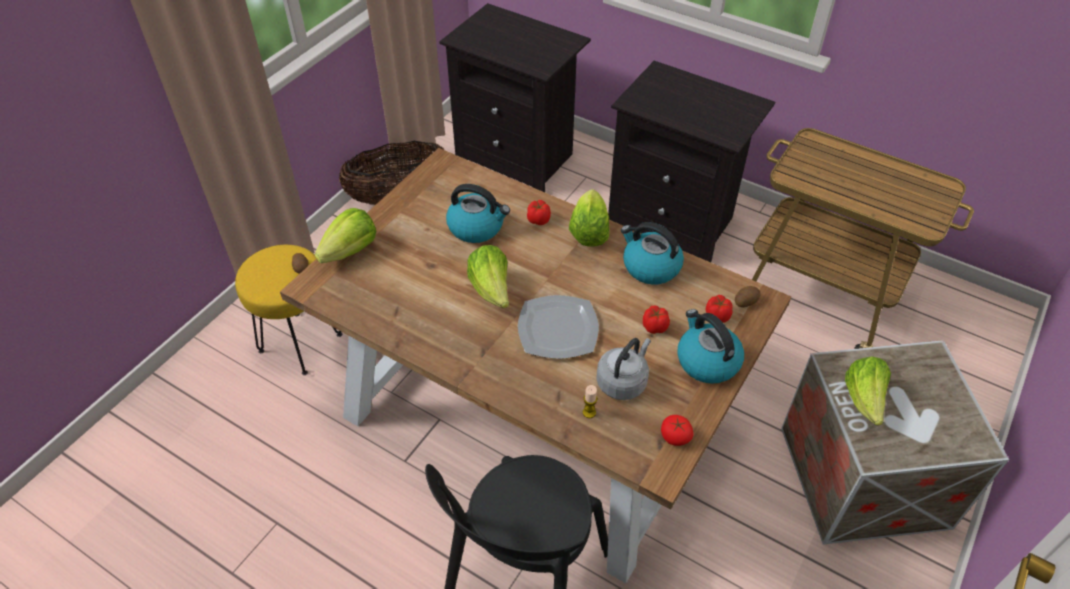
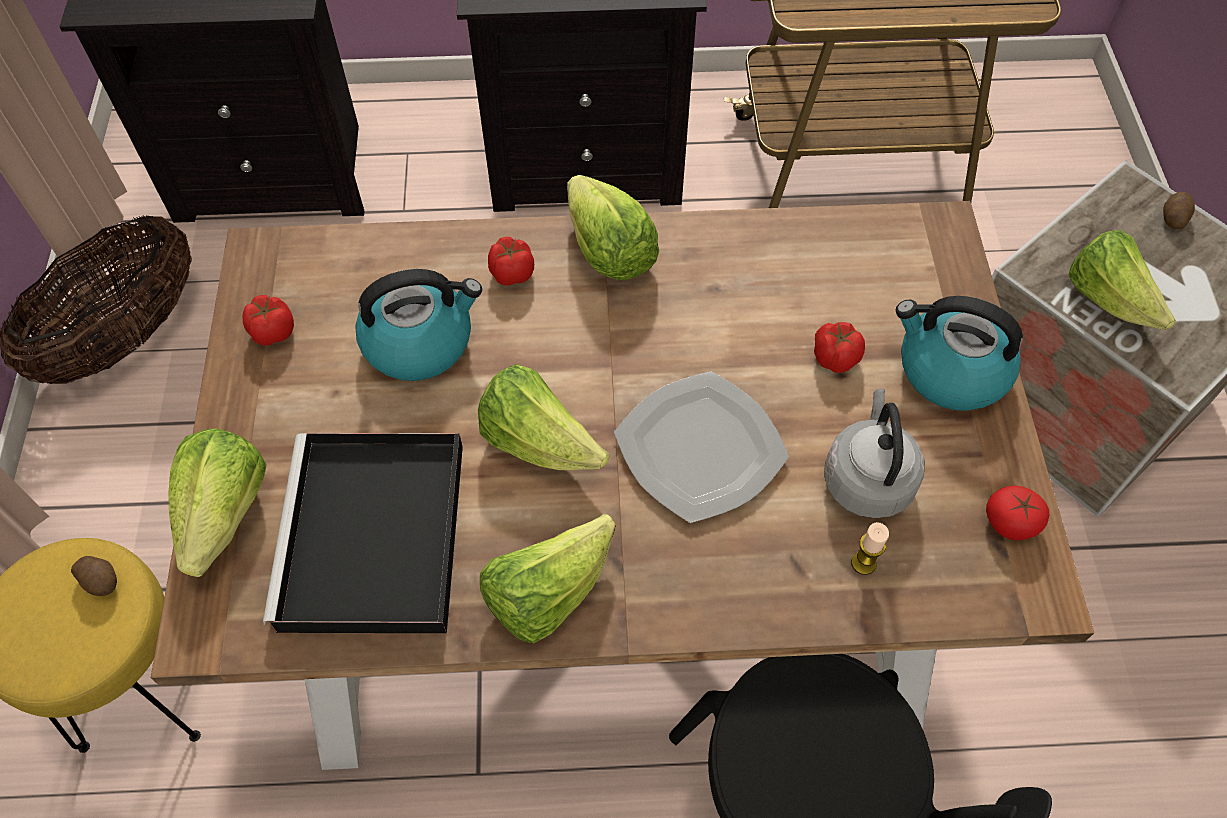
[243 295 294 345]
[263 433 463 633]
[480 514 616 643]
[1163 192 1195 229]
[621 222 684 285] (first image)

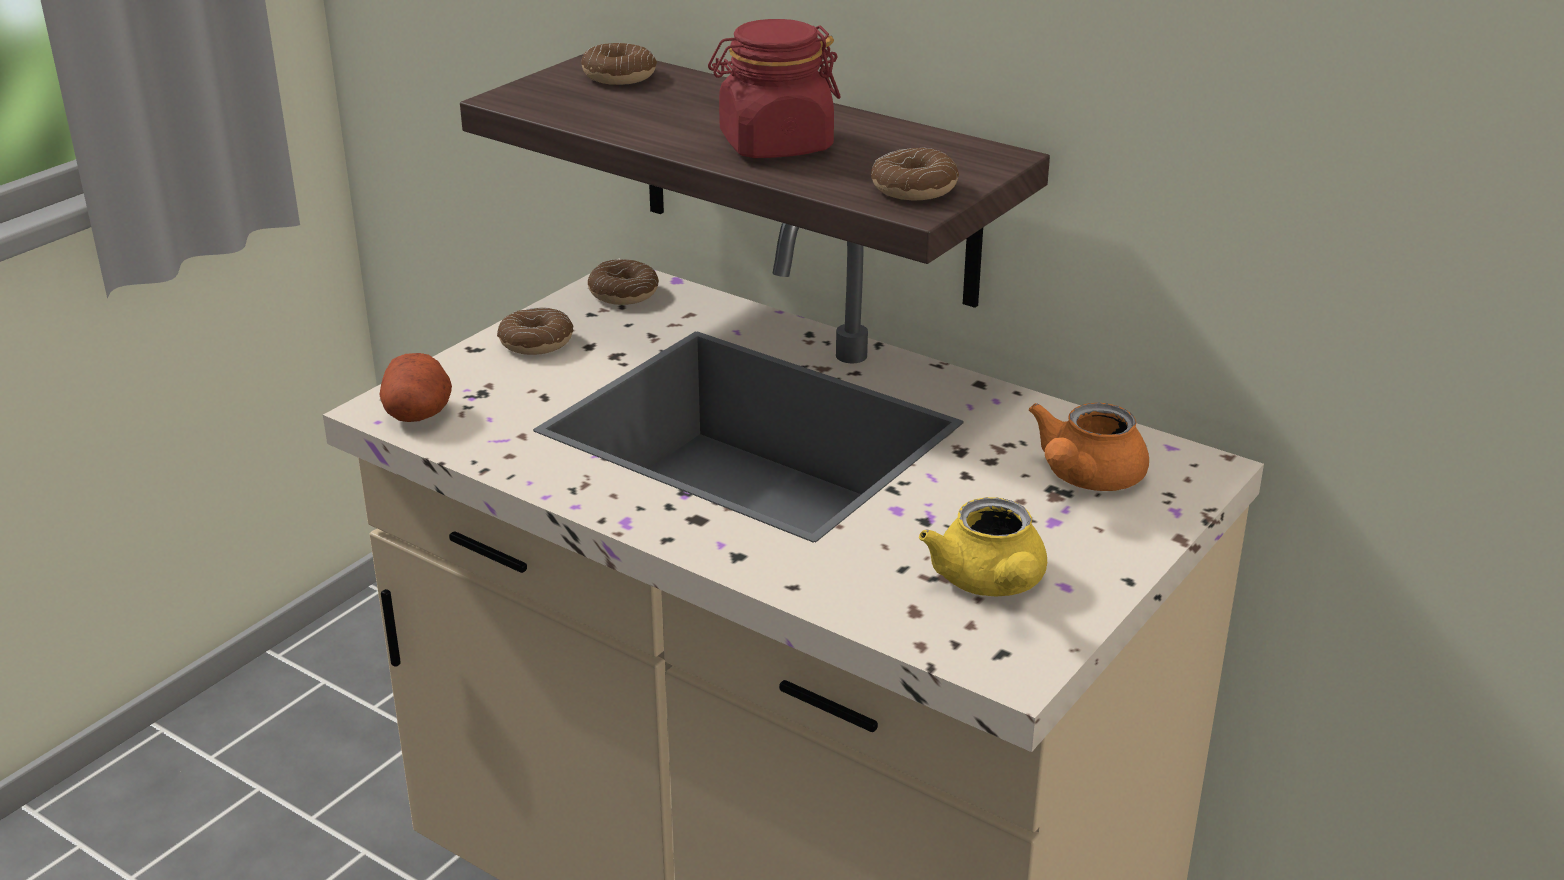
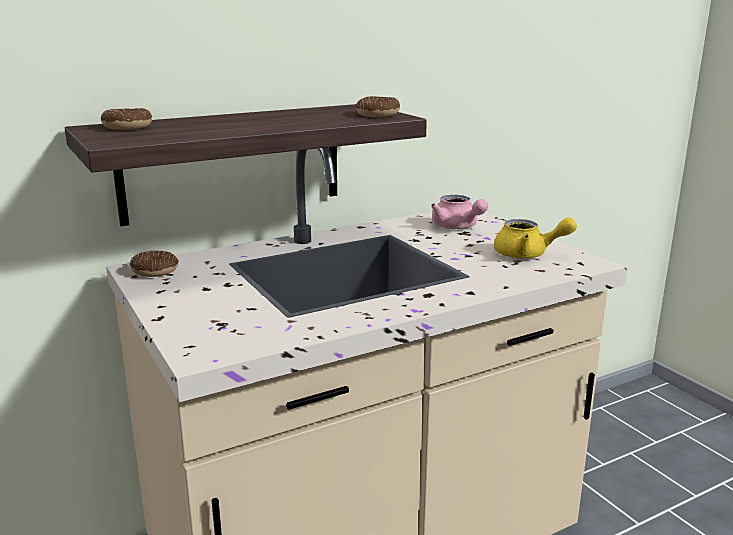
[431 195 488 229]
[379 353 452 422] (first image)
[497 307 574 355] (first image)
[708 19 841 158] (first image)

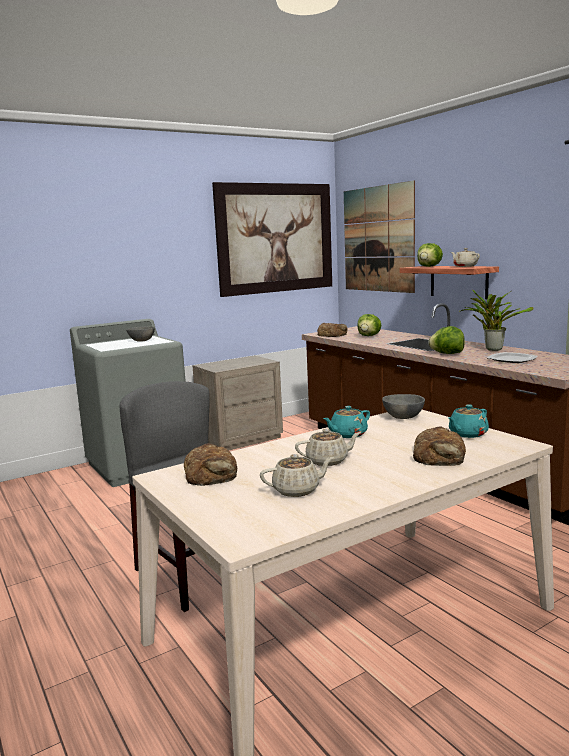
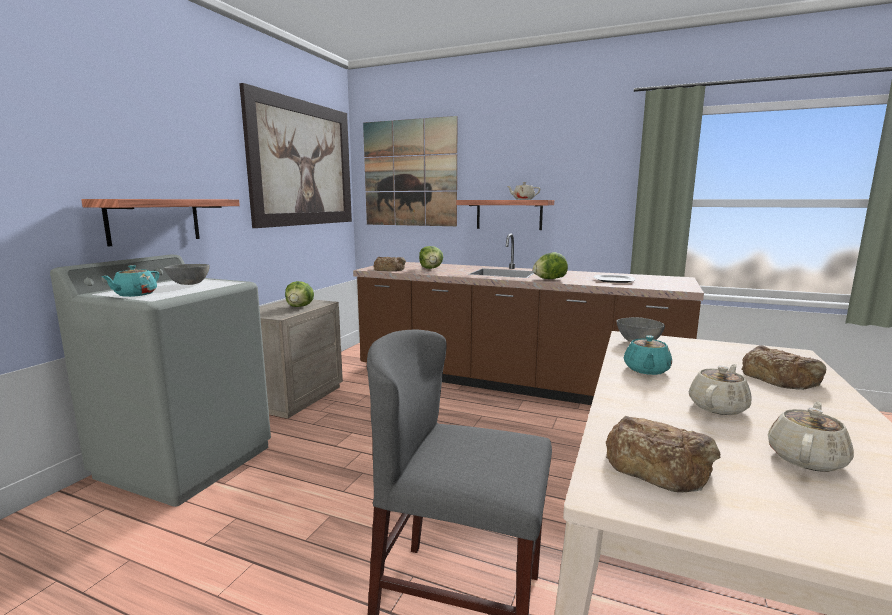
[81 199 240 247]
[101 265 159 297]
[285 281 314 307]
[459 290 533 351] (first image)

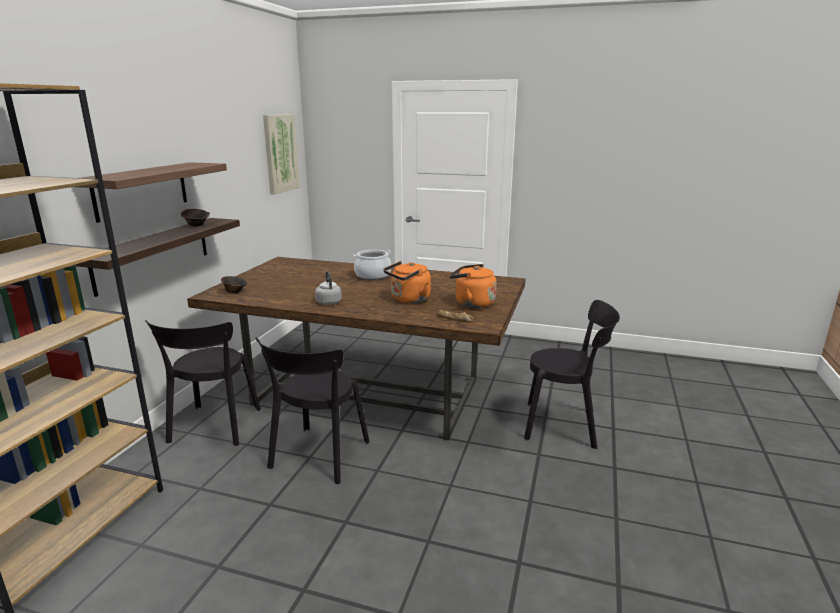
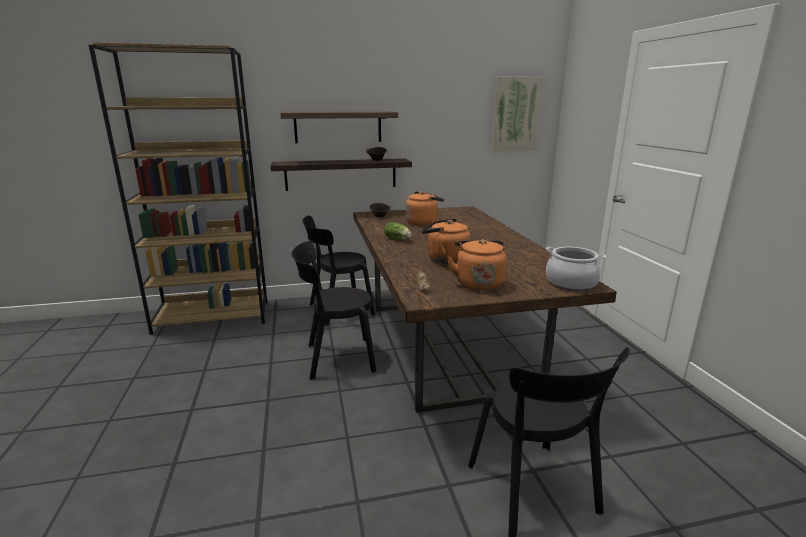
[384 222 412 240]
[405 191 444 226]
[546 247 606 291]

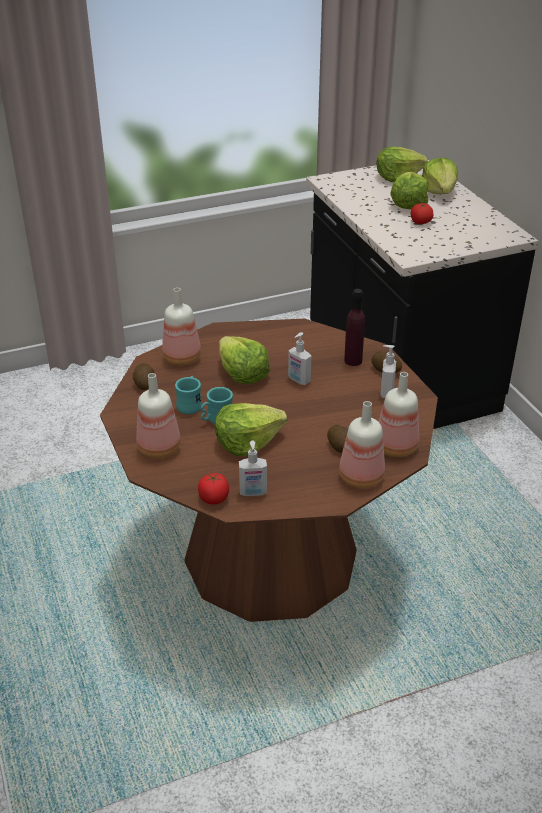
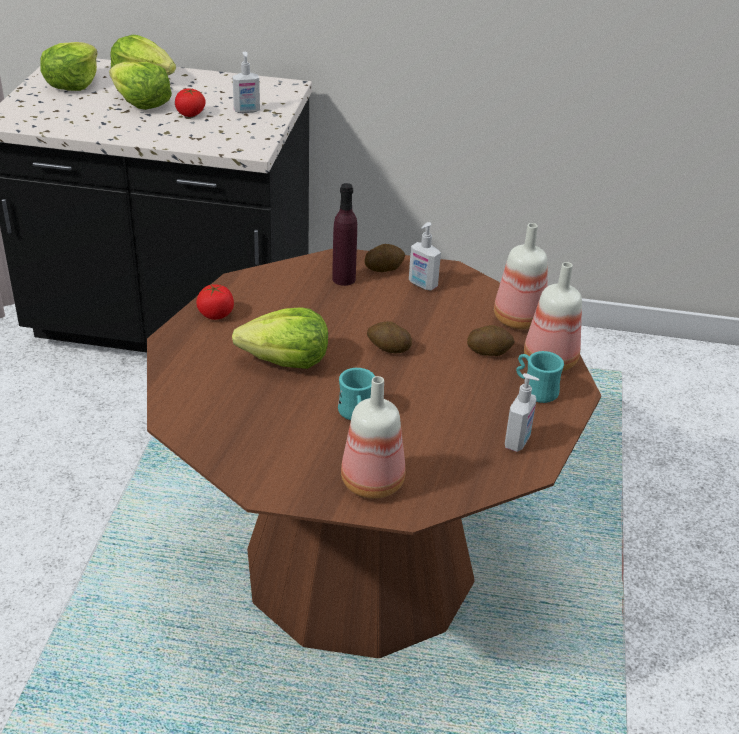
[196 284 234 320]
[233 52 260 113]
[367 321 412 353]
[516 351 564 403]
[162 288 201 366] (first image)
[215 403 287 456] (first image)

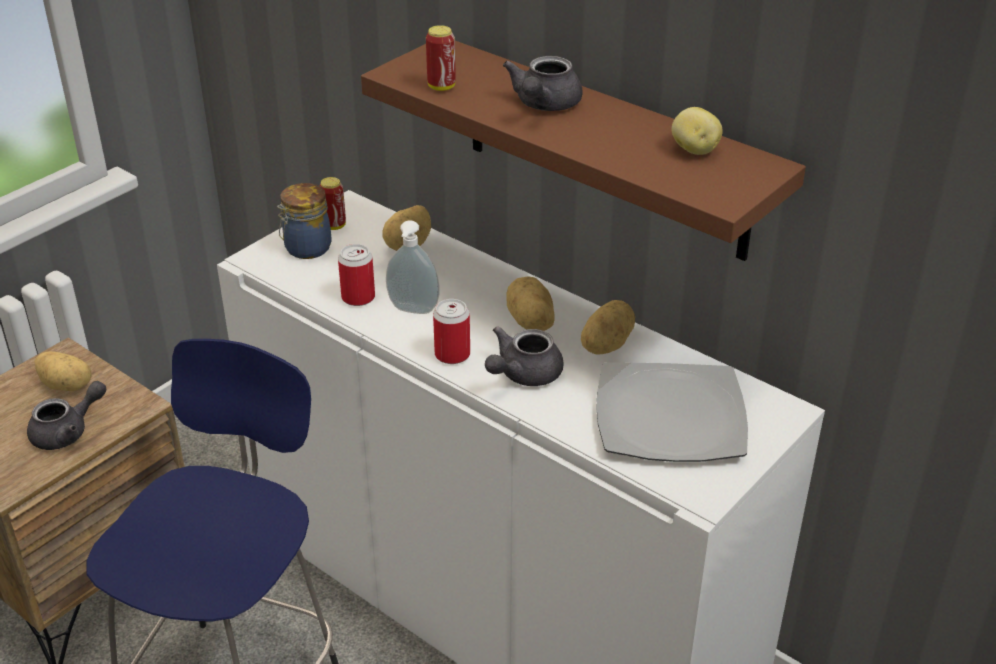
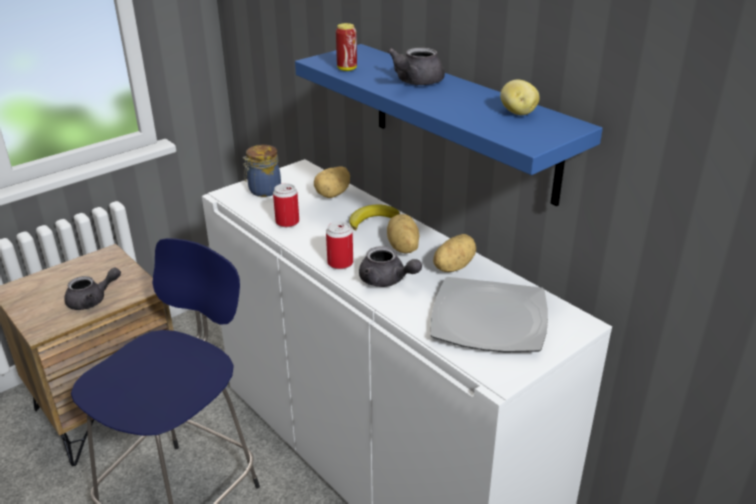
[295 44 603 206]
[349 204 400 230]
[359 246 422 287]
[34 351 92 391] (first image)
[320 177 346 230] (first image)
[386 220 440 314] (first image)

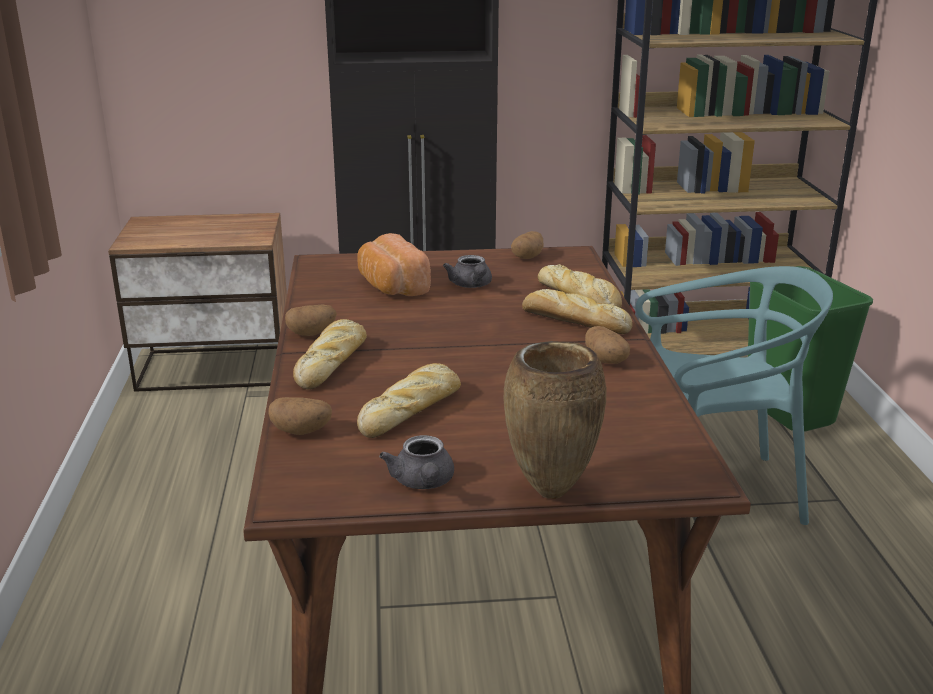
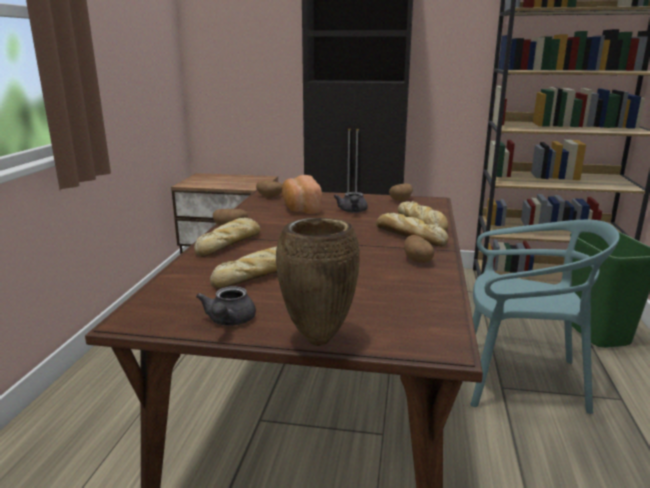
[256 180 283 197]

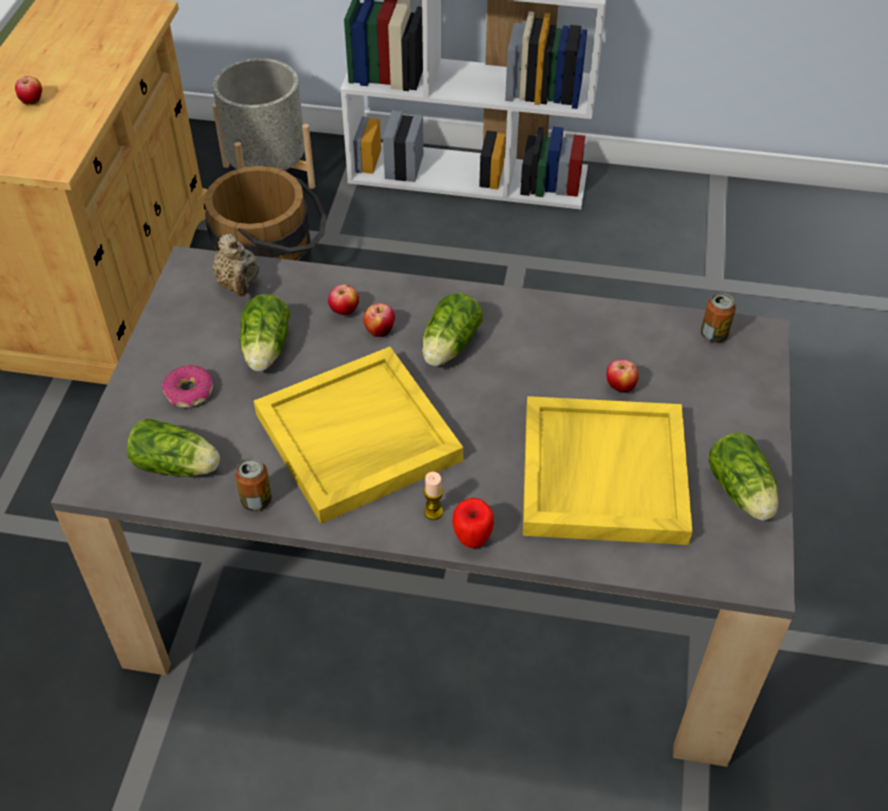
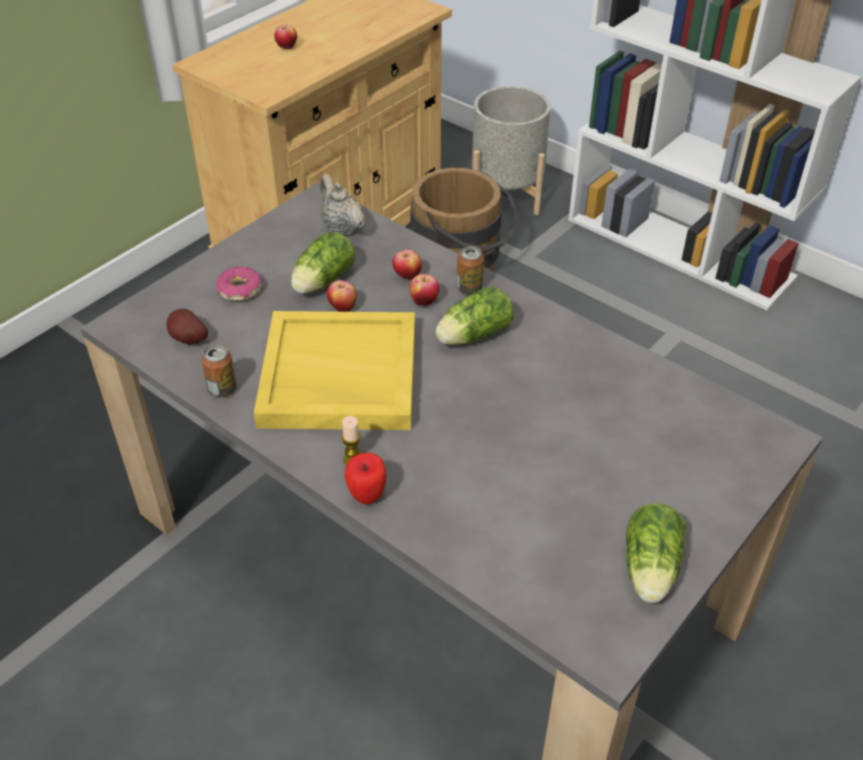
[166 309 208 344]
[320 174 365 235]
[327 280 356 312]
[457 246 484 295]
[523 396 692 545] (first image)

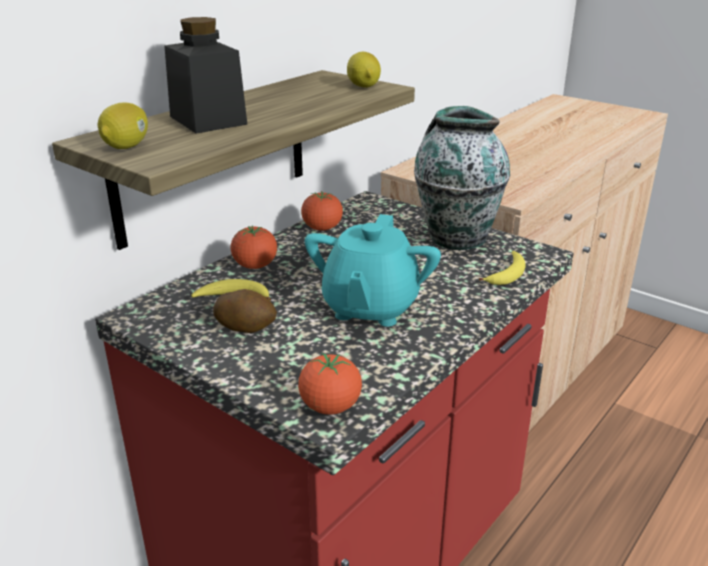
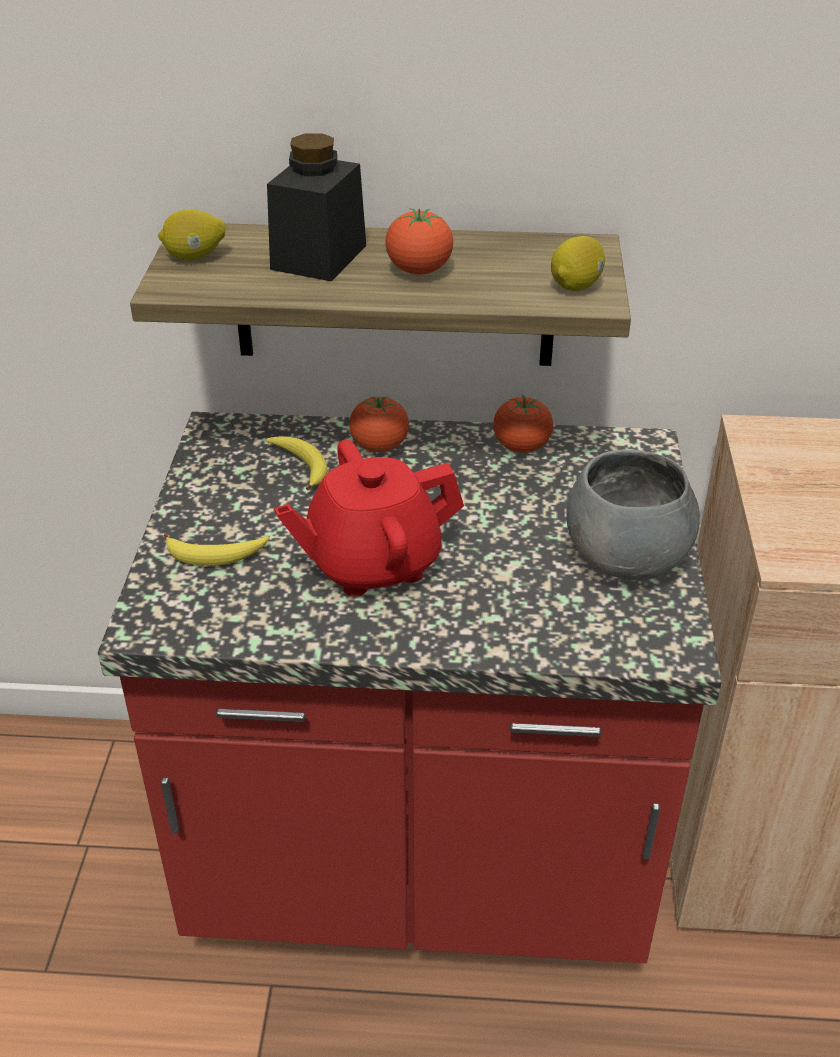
[164 534 269 566]
[274 440 464 596]
[385 209 453 274]
[566 449 700 580]
[213 289 277 333] (first image)

